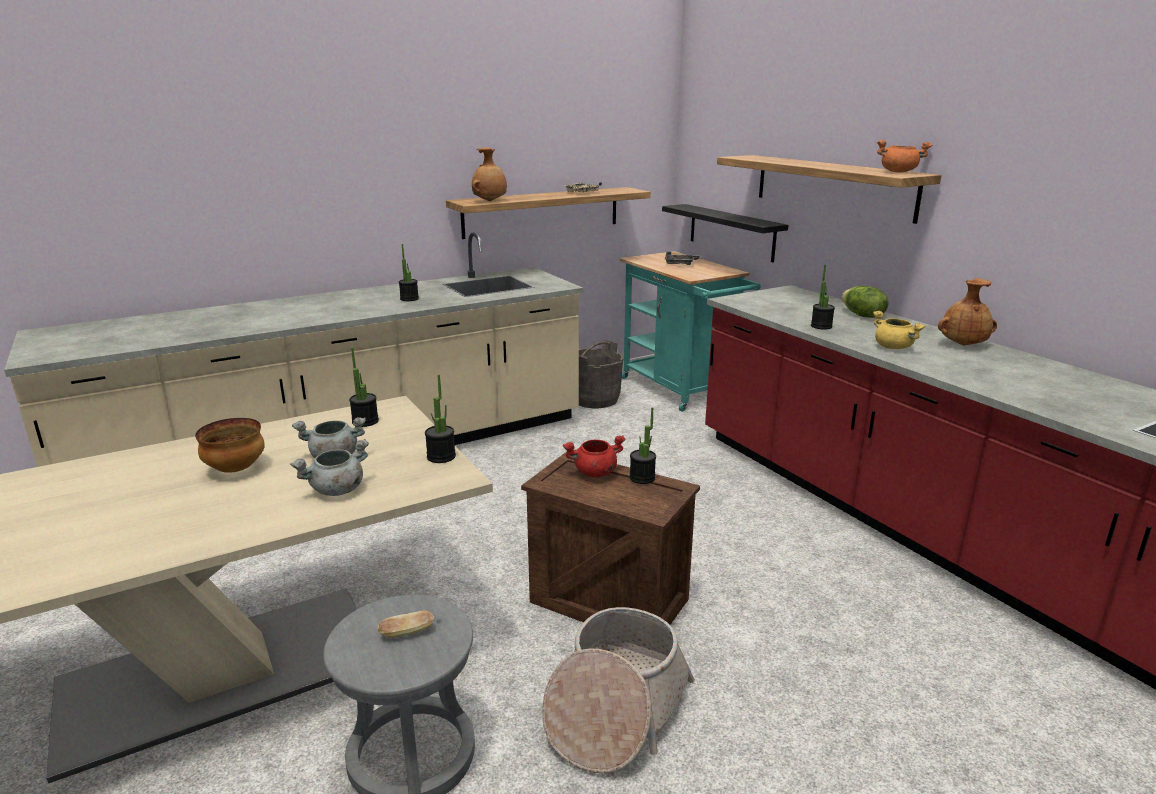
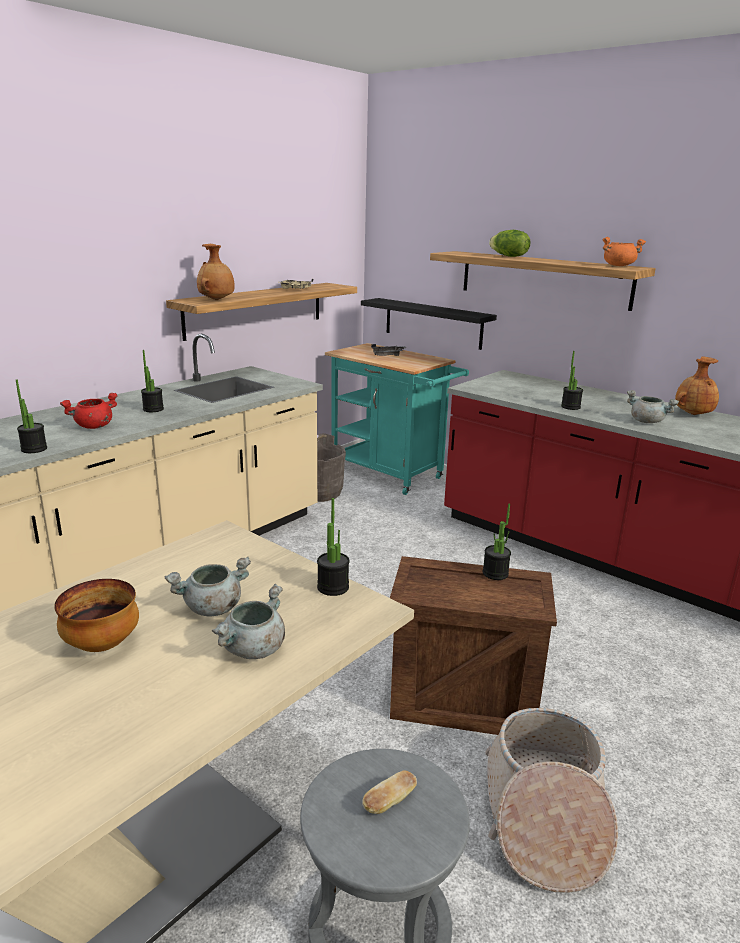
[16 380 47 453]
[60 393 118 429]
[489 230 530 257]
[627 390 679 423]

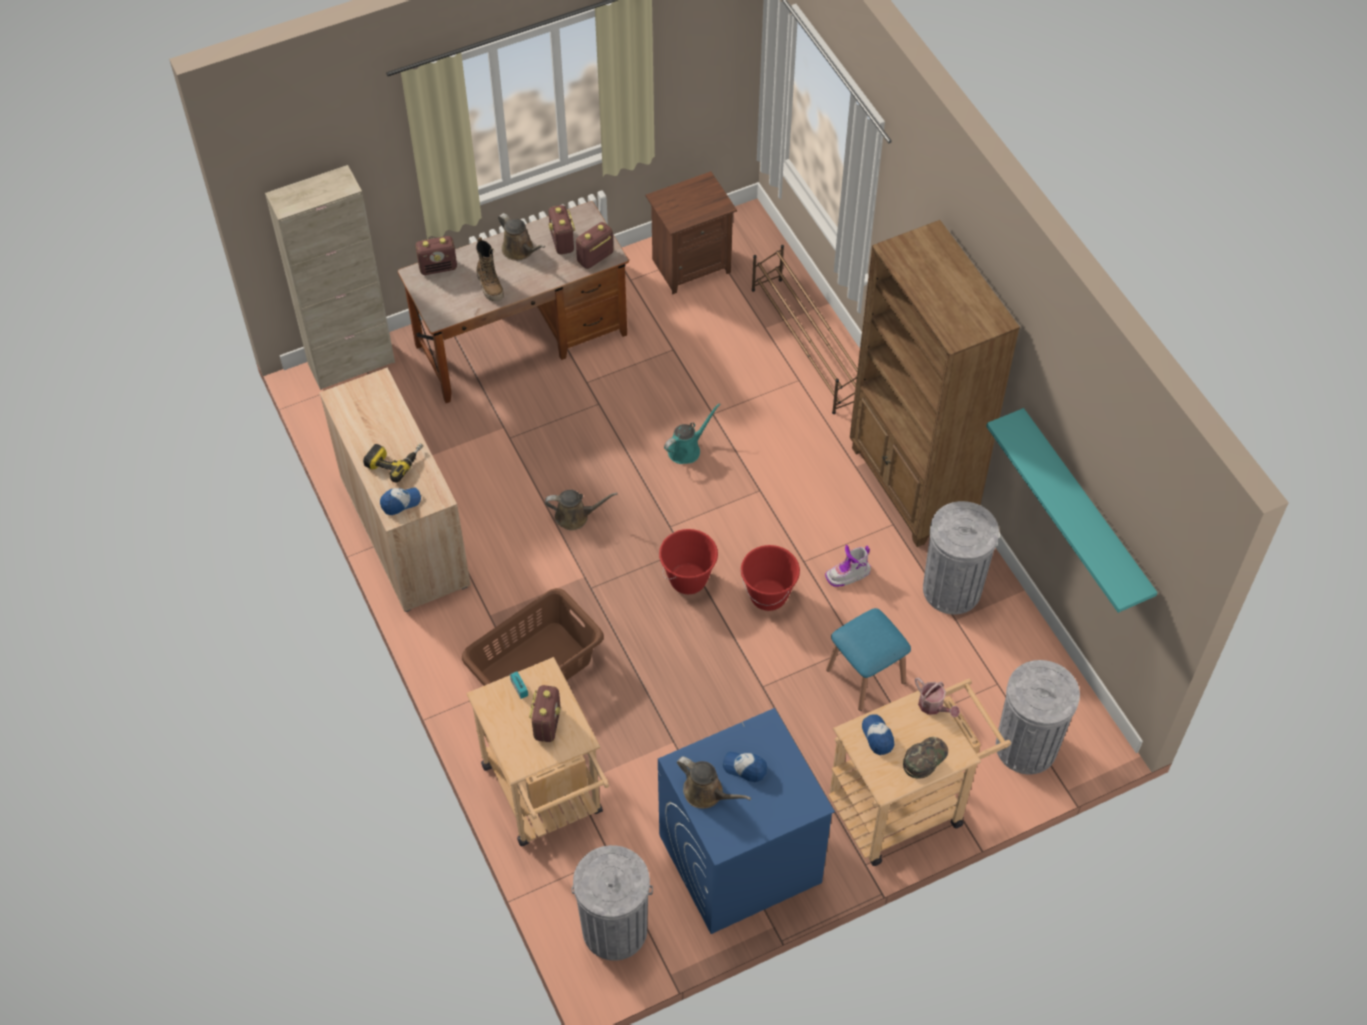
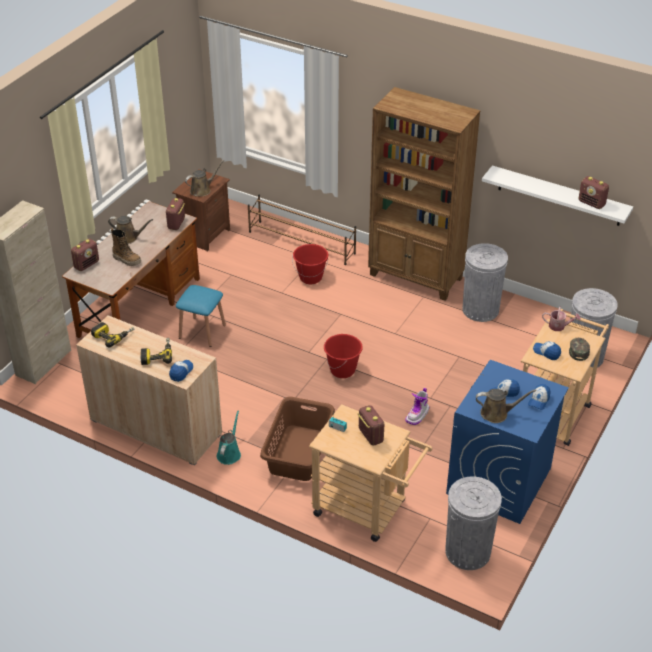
[91 322 134 347]
[176 285 226 347]
[185 160 224 196]
[217 410 241 465]
[292 244 328 284]
[405 388 429 425]
[482 165 633 226]
[528 384 550 410]
[578 176 609 209]

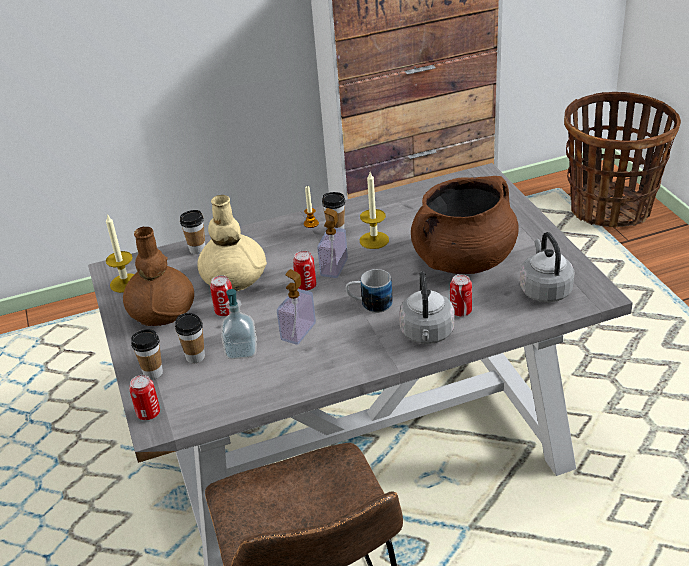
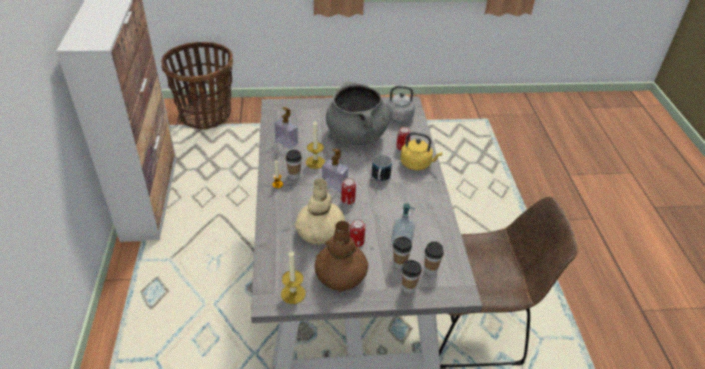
[274 107 298 149]
[326 81 389 145]
[400 132 442 170]
[424 241 444 275]
[129 375 160 420] (first image)

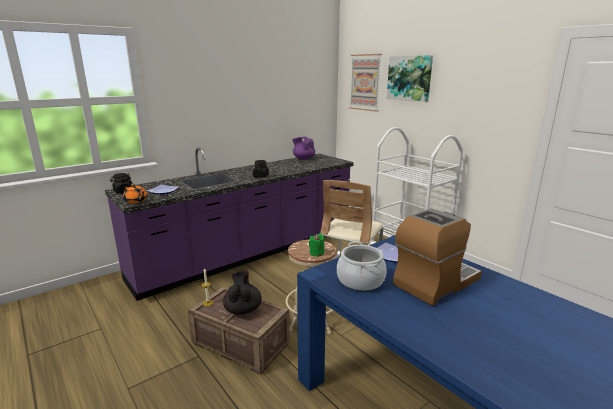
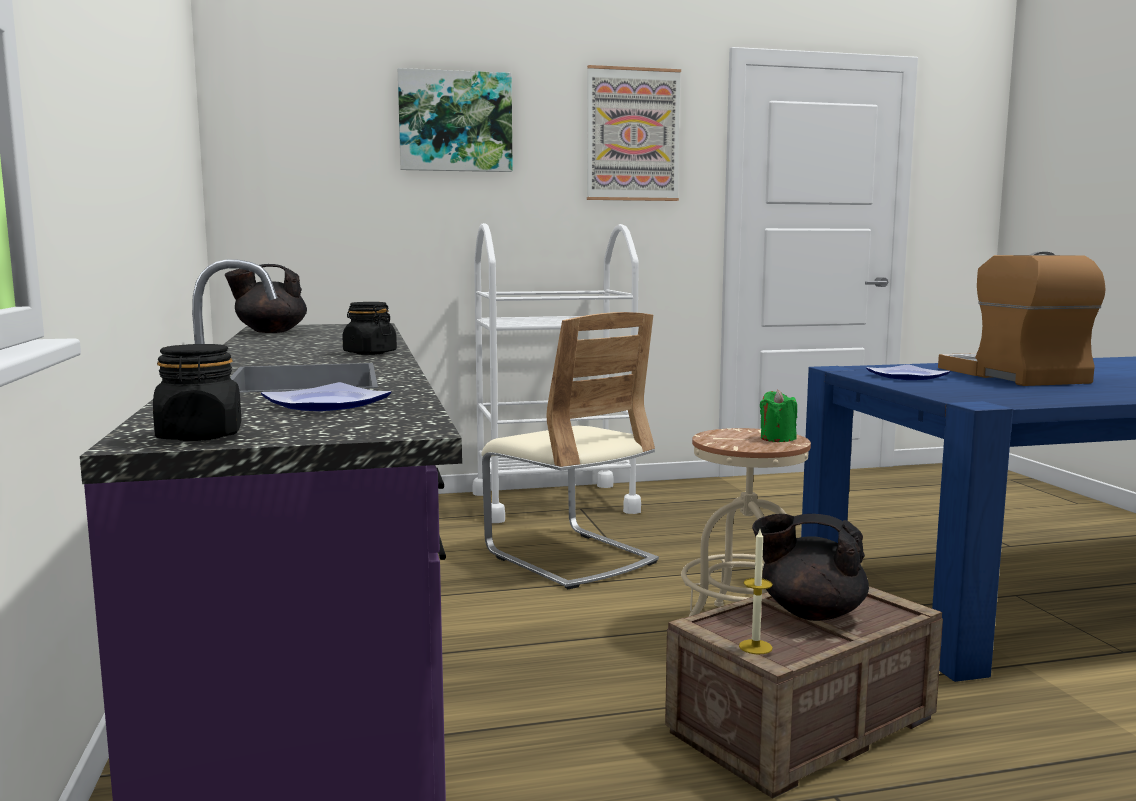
[225 264 307 333]
[587 65 681 201]
[123 184 148 204] (first image)
[337 241 387 291] (first image)

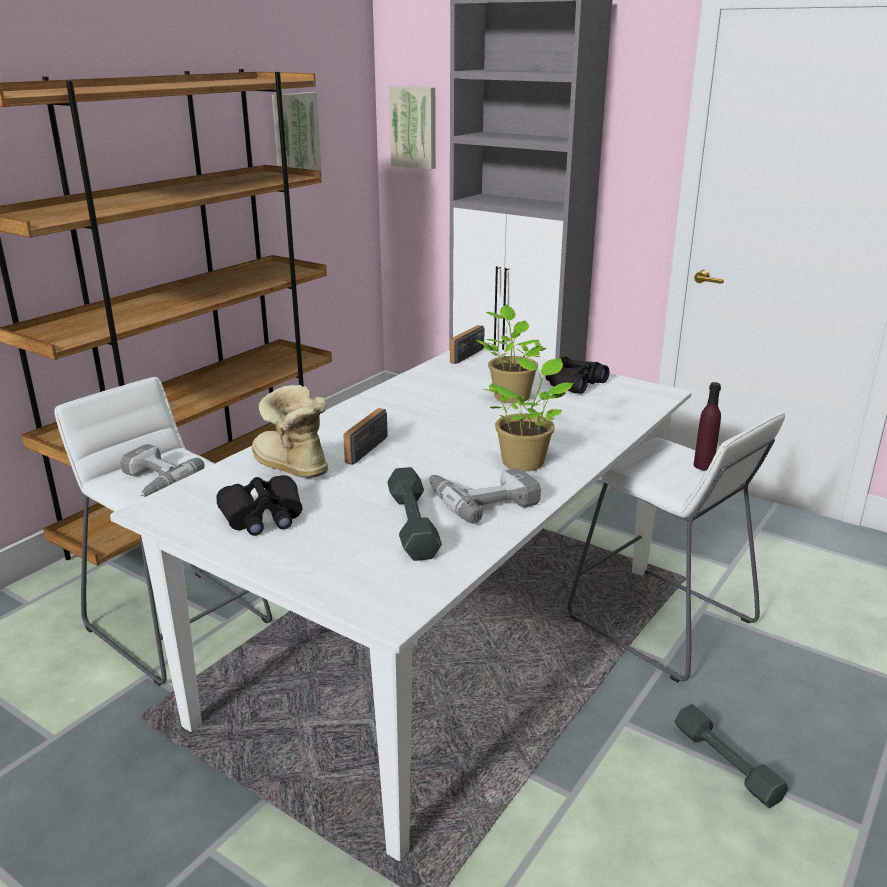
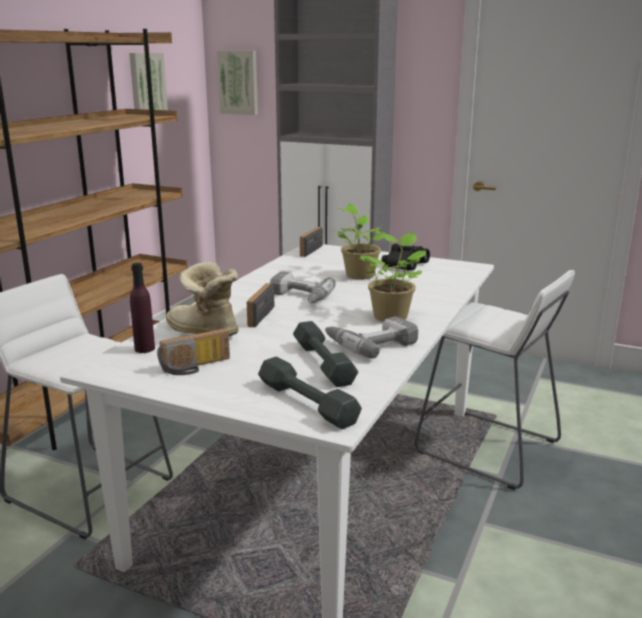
[130 263 155 353]
[157 329 230 375]
[258 357 362 429]
[270 271 336 304]

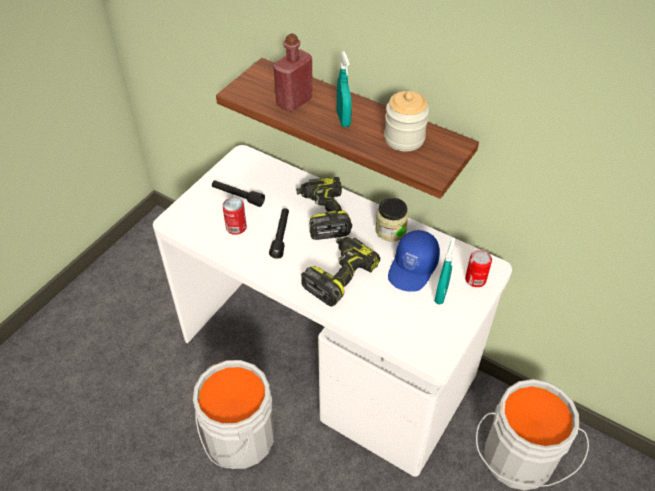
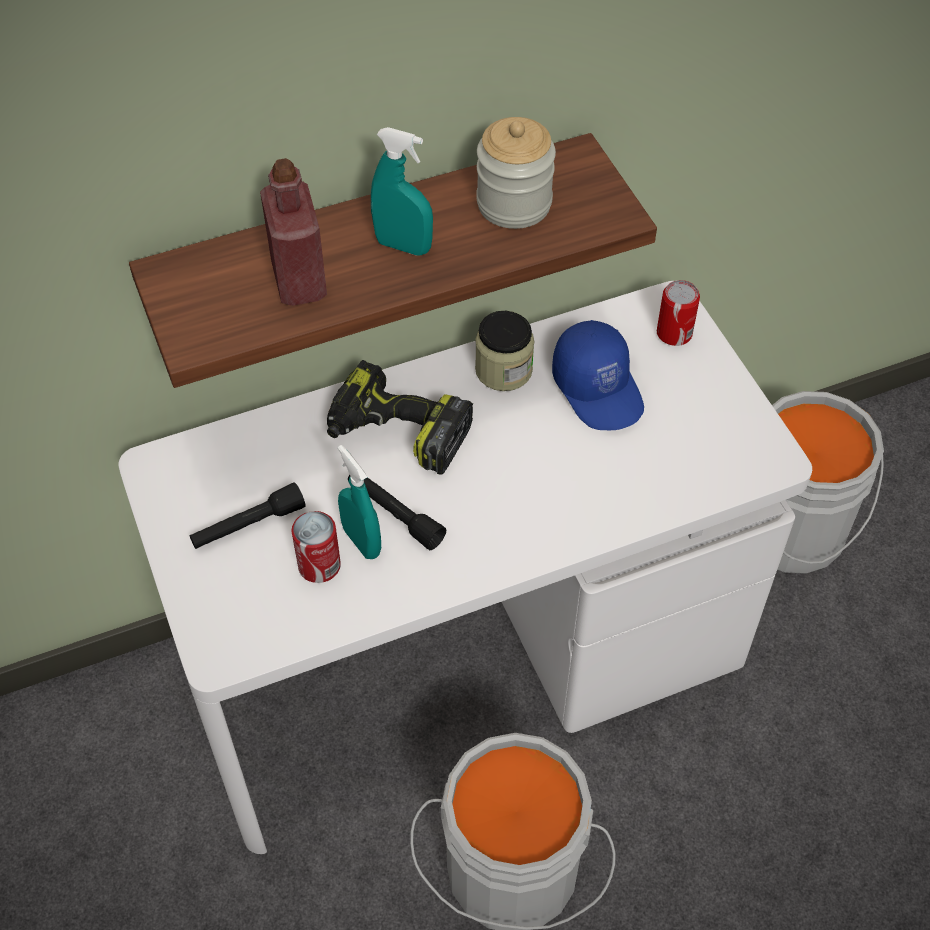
[338 445 381 559]
[301 237 380 307] (first image)

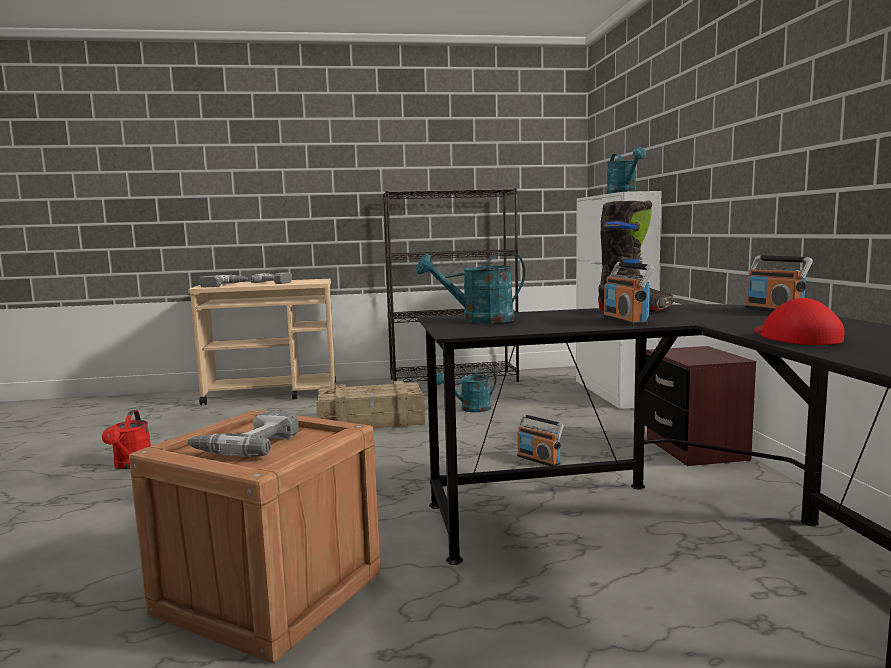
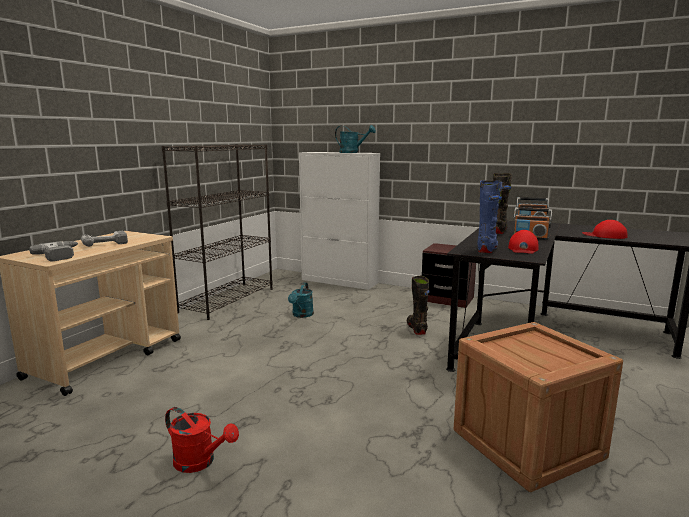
[407 276 429 335]
[477 180 502 253]
[508 230 538 254]
[187 412 299 457] (first image)
[316 381 425 428] (first image)

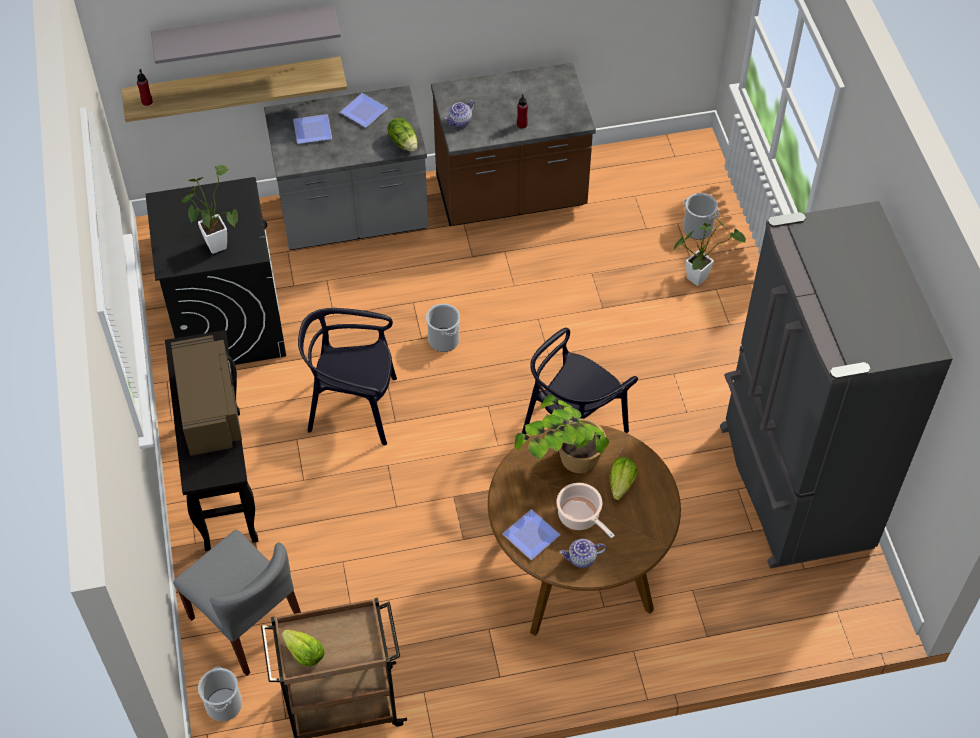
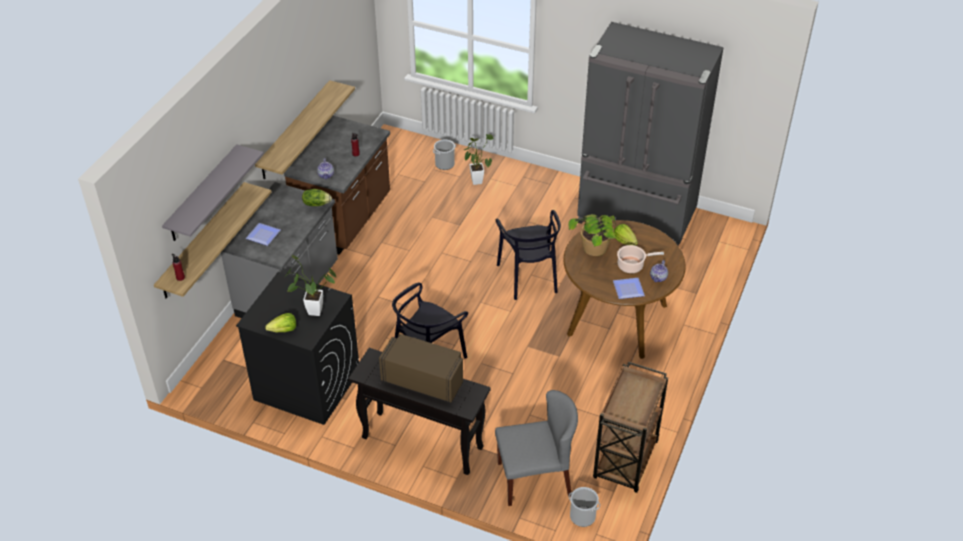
[255 80 355 179]
[265 313 296 332]
[340 93 388 128] (first image)
[426 304 460 352] (first image)

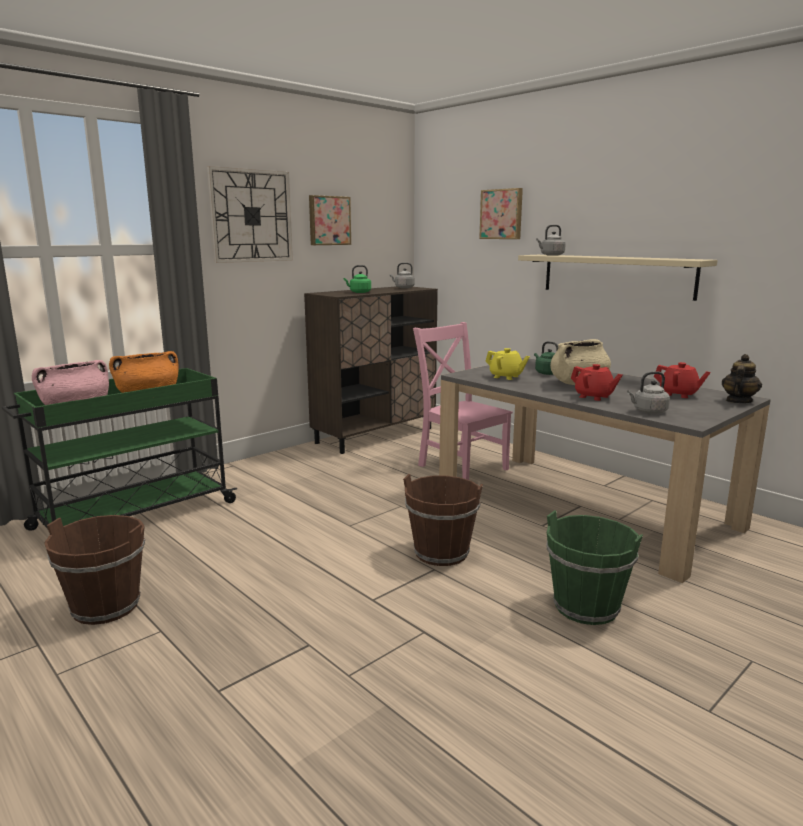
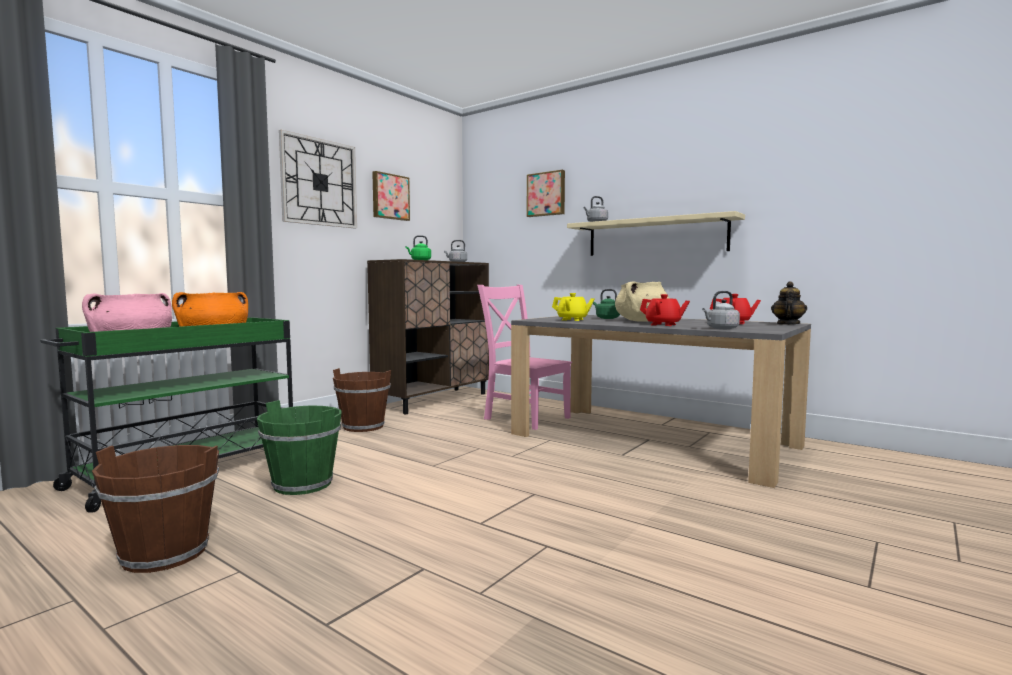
[257 400 341 495]
[333 368 391 432]

